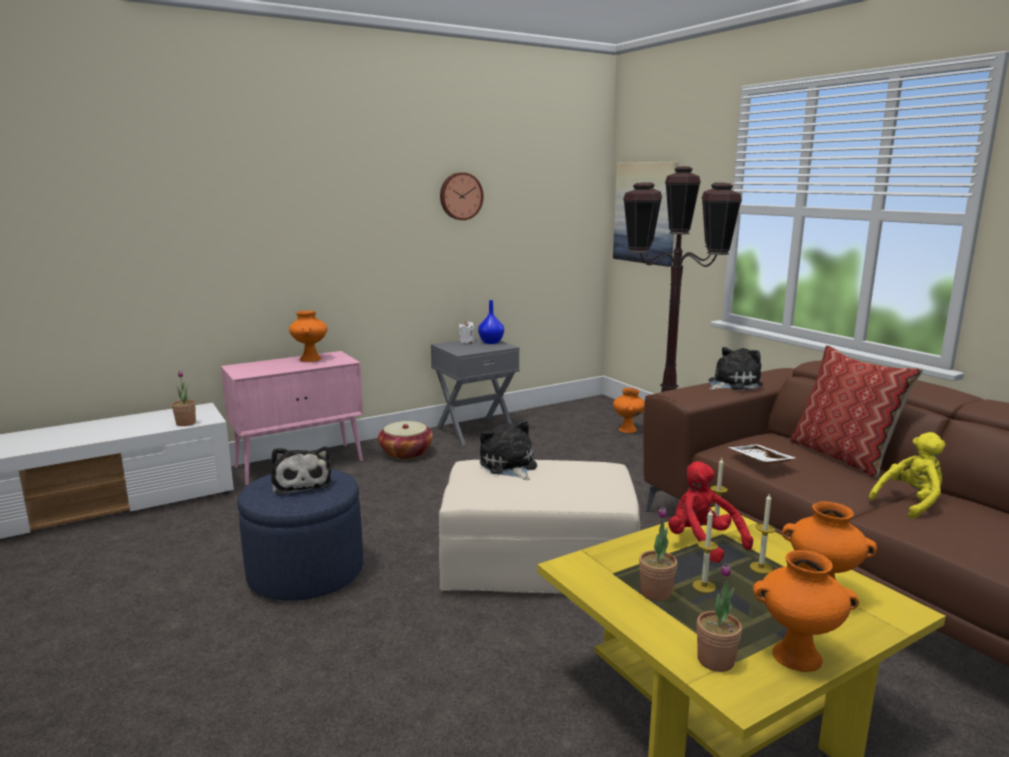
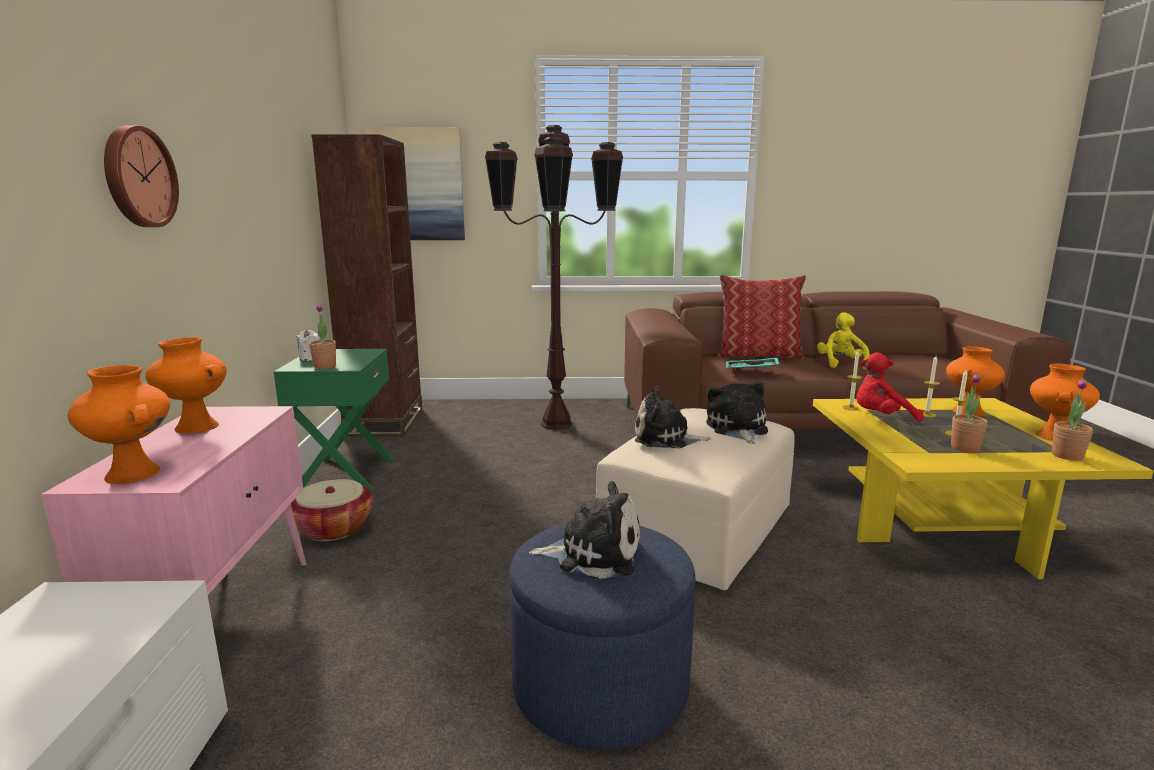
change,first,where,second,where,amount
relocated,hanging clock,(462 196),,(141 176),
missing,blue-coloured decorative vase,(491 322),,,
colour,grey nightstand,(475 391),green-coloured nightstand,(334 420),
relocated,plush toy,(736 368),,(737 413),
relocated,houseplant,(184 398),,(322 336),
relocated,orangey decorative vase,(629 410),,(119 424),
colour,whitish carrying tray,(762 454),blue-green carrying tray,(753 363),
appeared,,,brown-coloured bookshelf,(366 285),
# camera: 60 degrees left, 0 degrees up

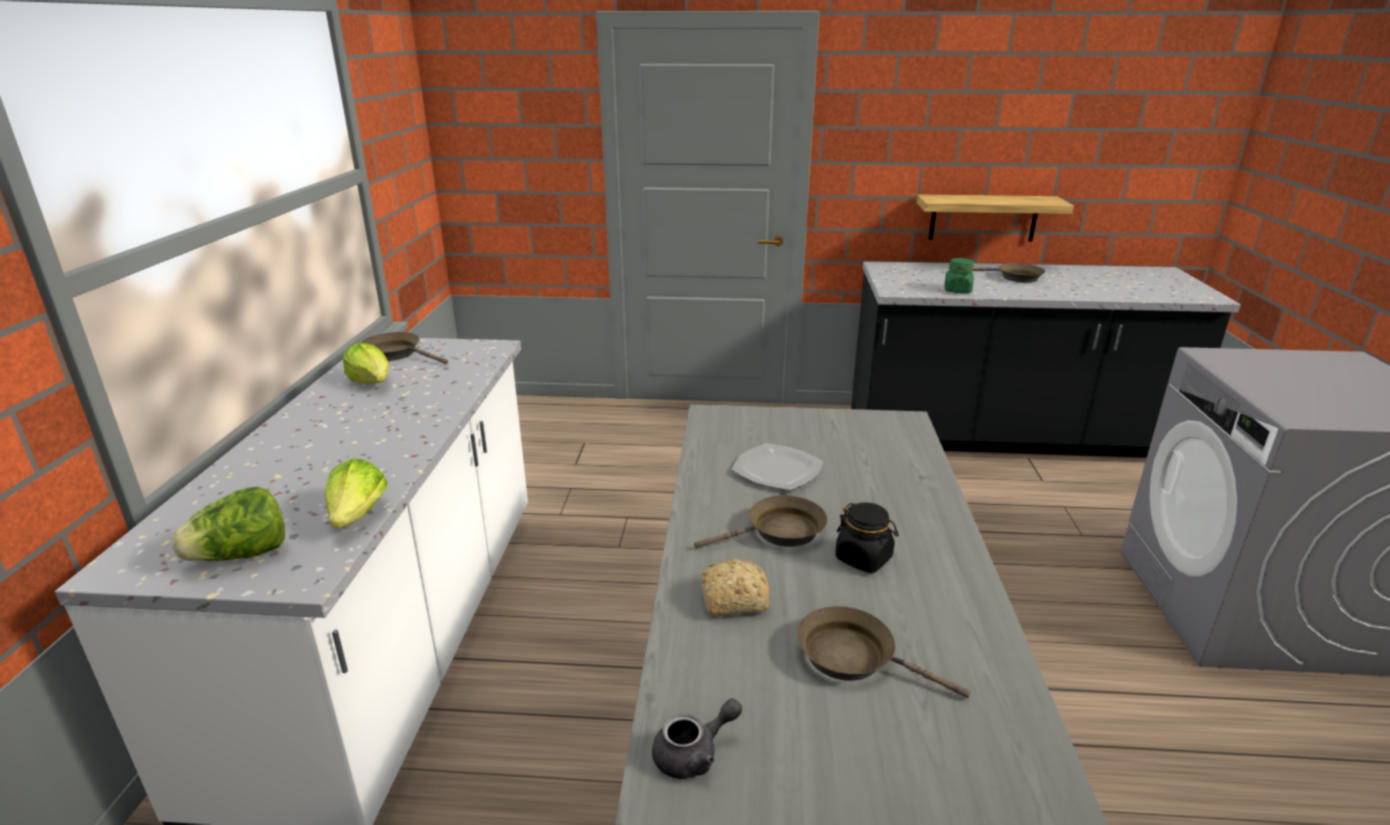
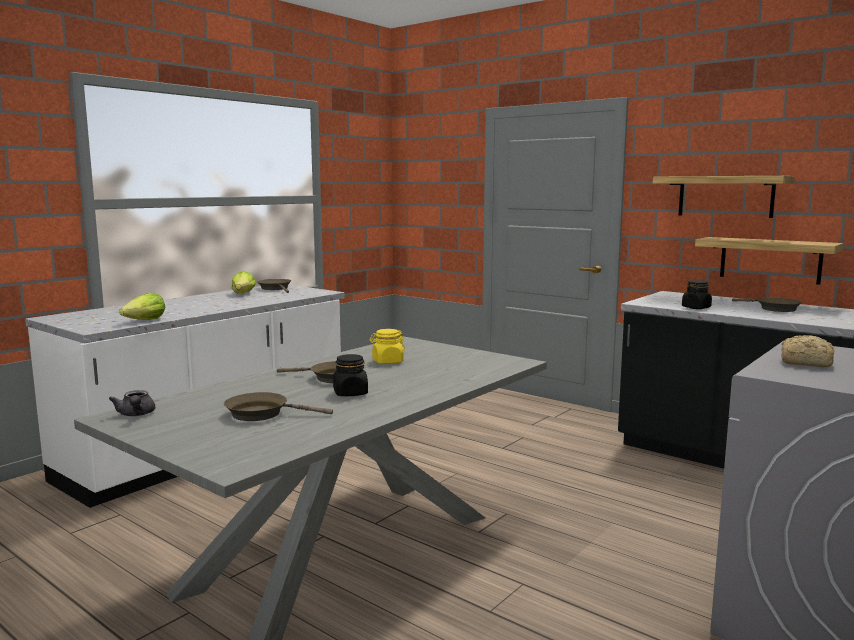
change,first,where,second,where,amount
colour,green-coloured jar,(959 275),black-coloured jar,(697 294),
exchanged,flat dish,(777 466),yellow-coloured jar,(387 346),
missing,head of lettuce,(228 524),,,
relocated,bakery bread,(735 587),,(808 351),
spun,brown-coloured pan,(884 652),,(278 406),60 degrees counterclockwise
spun,grey pot for tea,(697 738),,(132 403),60 degrees clockwise
appeared,,,bracket shelf,(723 197),
# camera: 35 degrees right, 15 degrees down

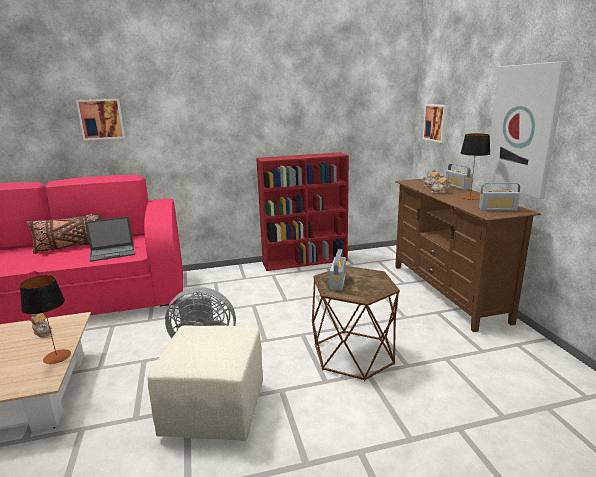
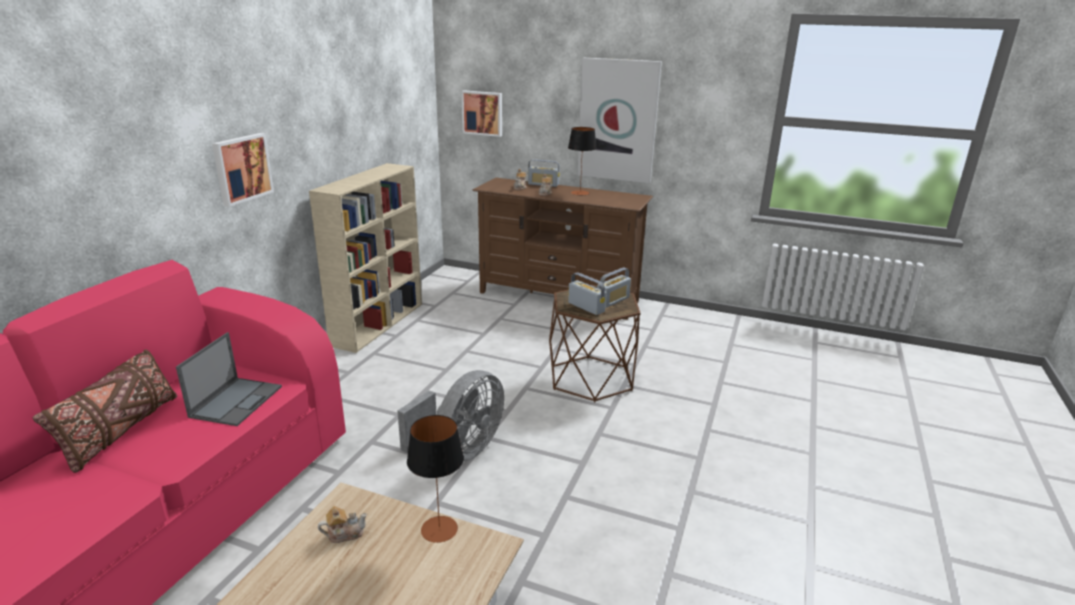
change,first,where,second,where,amount
relocated,wall picture,(100 119),,(243 170),
colour,red-coloured bookshelf,(302 211),beige bookshelf,(365 258),
relocated,radio set,(499 196),,(614 287),
missing,beige pouffe,(205 383),,,
# camera: 55 degrees left, 5 degrees up

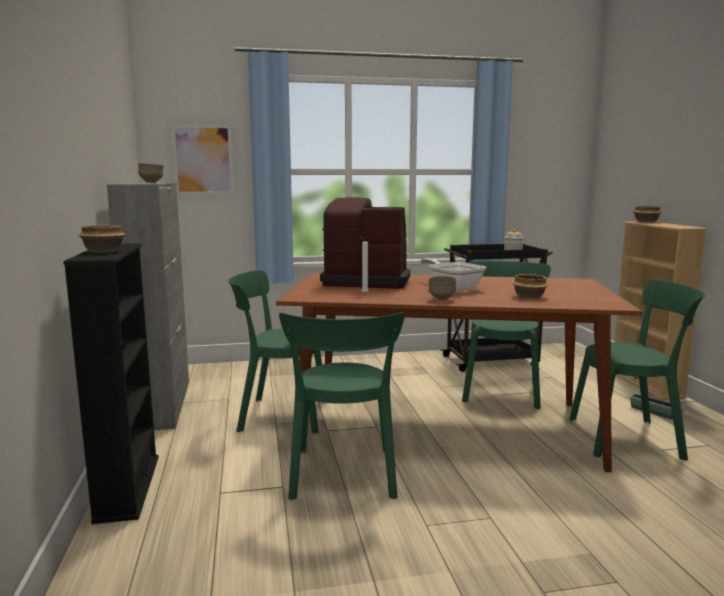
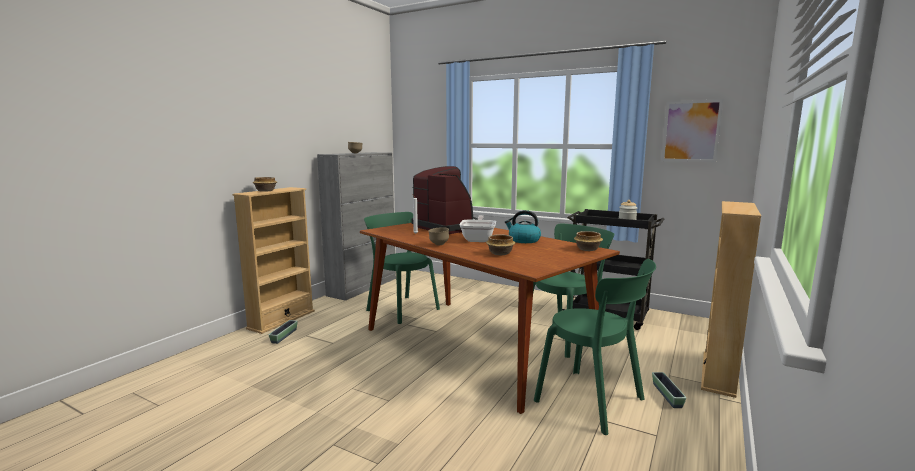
change,first,where,second,where,amount
relocated,wall picture,(202 159),,(692 130),
relocated,bowl,(647 214),,(588 241),
colour,black-coloured bookshelf,(111 383),beige bookshelf,(274 260),
missing,green-coloured upright chair,(342 406),,,
appeared,,,water kettle,(523 226),
appeared,,,planter,(283 332),
# camera: 40 degrees right, 0 degrees up

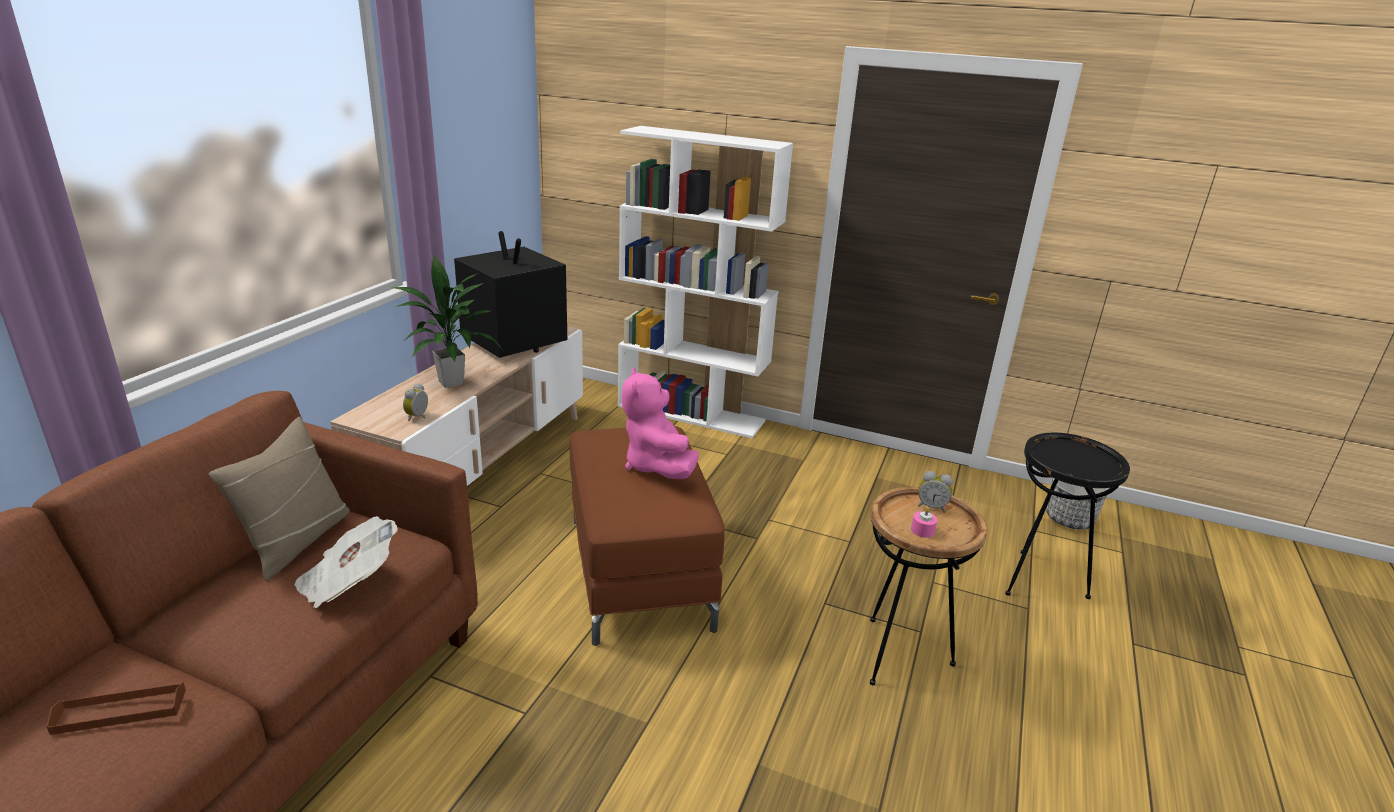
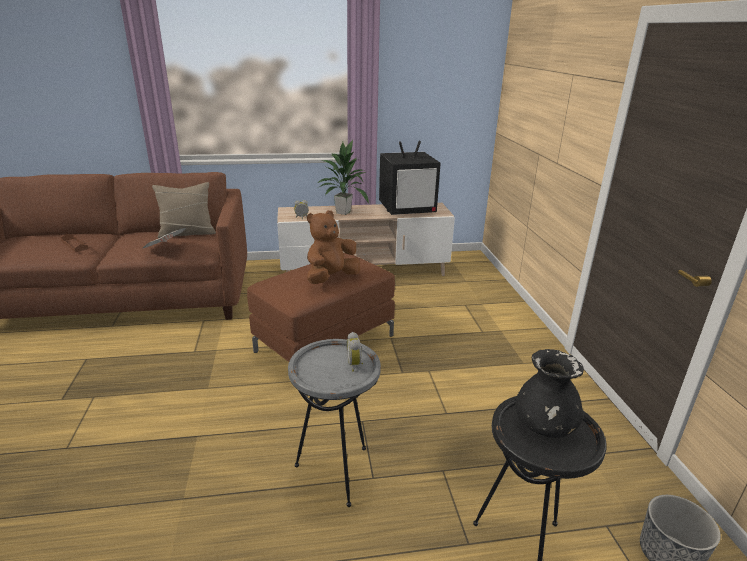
change,first,where,second,where,amount
missing,whitish bookshelf,(705 282),,,
spun,TV,(510 294),,(410 177),60 degrees clockwise
colour,pink-coloured plush toy,(660 423),brown-coloured plush toy,(333 247),
colour,brown-coloured end table,(929 586),grey end table,(334 423),
missing,pink-coloured candle,(924 522),,,
appeared,,,black-coloured decorative vase,(549 393),
# camera: 60 degrees right, 0 degrees up

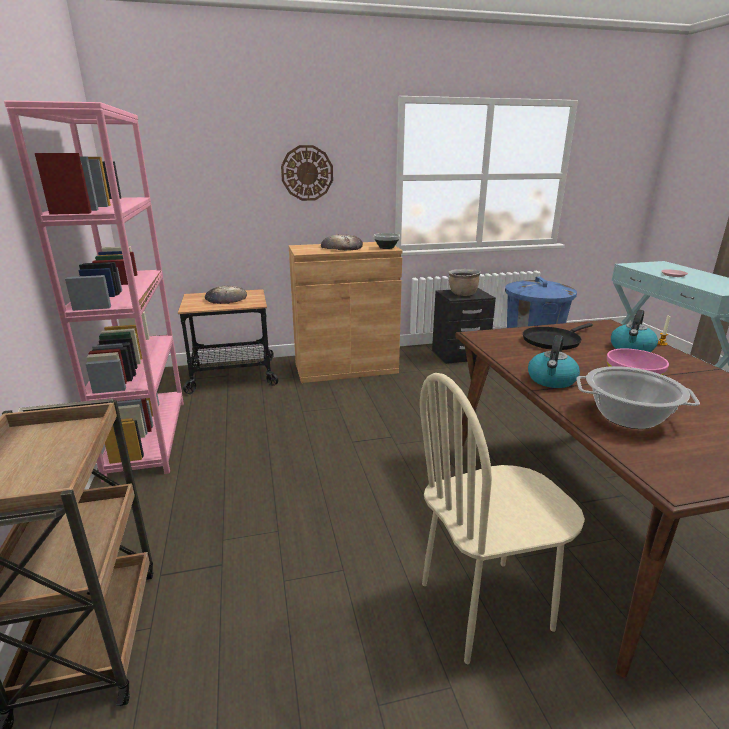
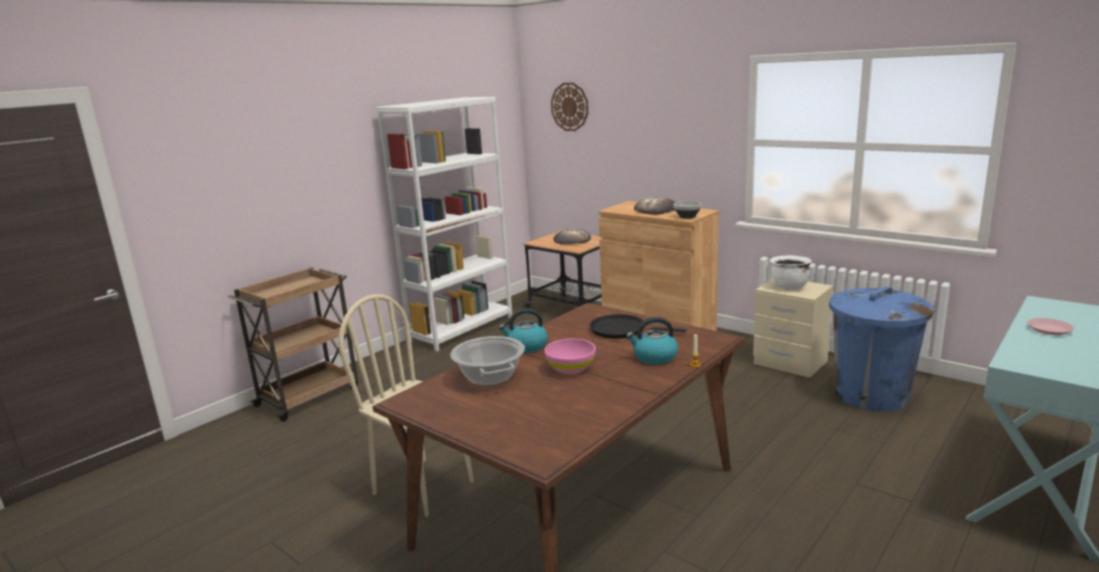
change,first,where,second,where,amount
colour,pink-coloured bookshelf,(94 291),whitish bookshelf,(444 224),
relocated,hanging clock,(307 173),,(569 107),
colour,brown-coloured saucepot,(464 282),whitish saucepot,(791 272),
colour,black-coloured nightstand,(464 326),beige nightstand,(793 328),
# camera: 55 degrees right, 5 degrees down

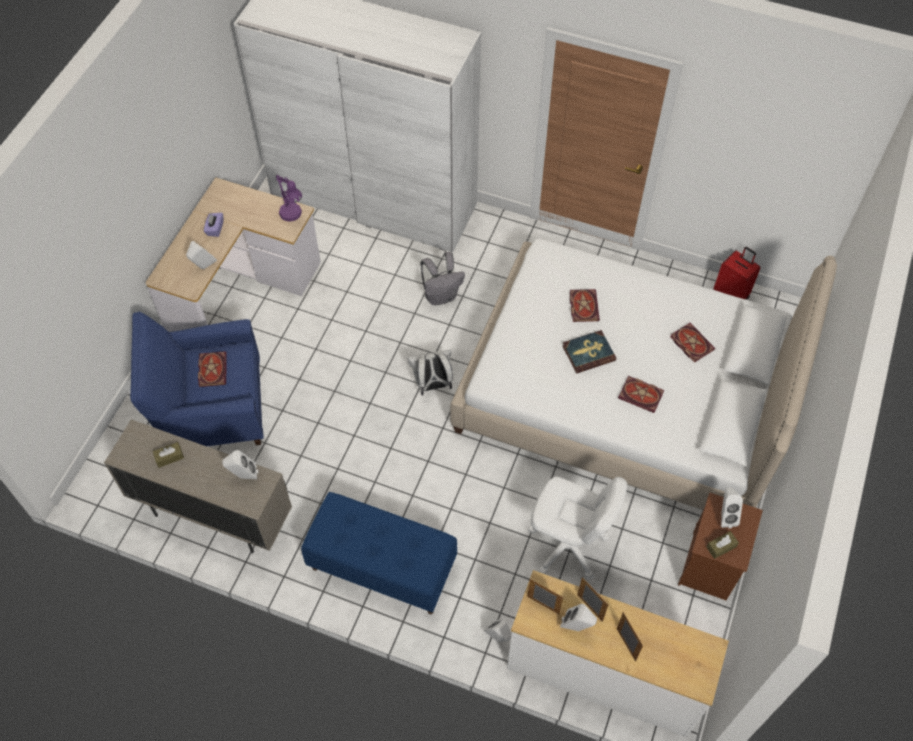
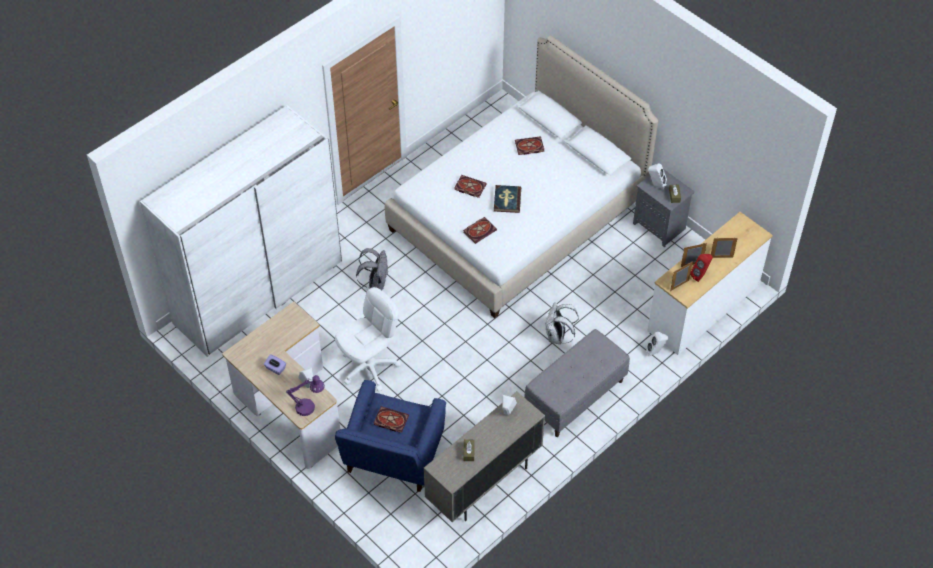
change,first,where,second,where,amount
relocated,purplish lamp for a table,(289 198),,(305 395),
missing,red-coloured travel case,(736 273),,,
relocated,whitish backpack,(430 372),,(562 323),
relocated,bound book,(641 394),,(480 230),
relocated,whitish computer chair,(577 528),,(368 339),
colour,blue-coloured bench,(379 553),grey bench,(577 383),
colour,brown-coloured nightstand,(720 546),grey nightstand,(664 208),
colour,whitish speaker,(578 617),red-coloured speaker,(701 268),
# camera: 65 degrees left, 5 degrees down

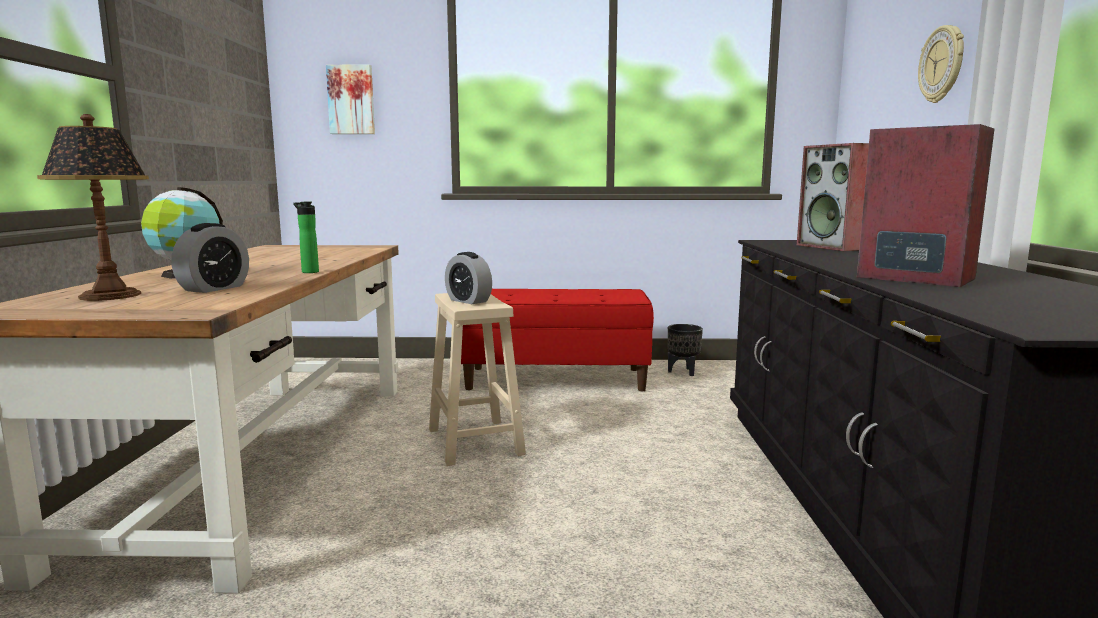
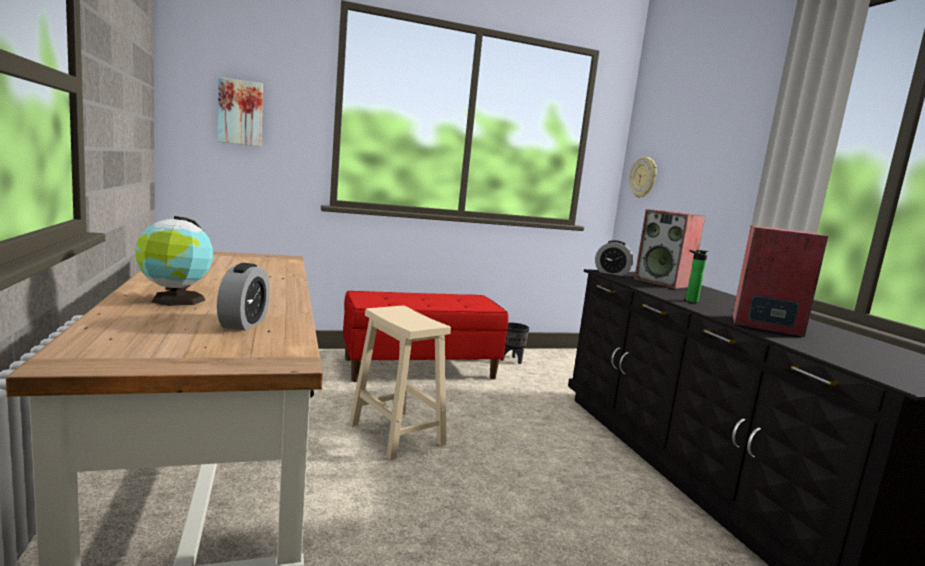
change,first,where,second,where,amount
relocated,hanging clock,(941 64),,(643 177),
missing,lamp for a table,(93 207),,,
relocated,beverage bottle,(306 237),,(697 276),
relocated,table clock,(468 278),,(614 258),
# camera: 20 degrees left, 0 degrees up

